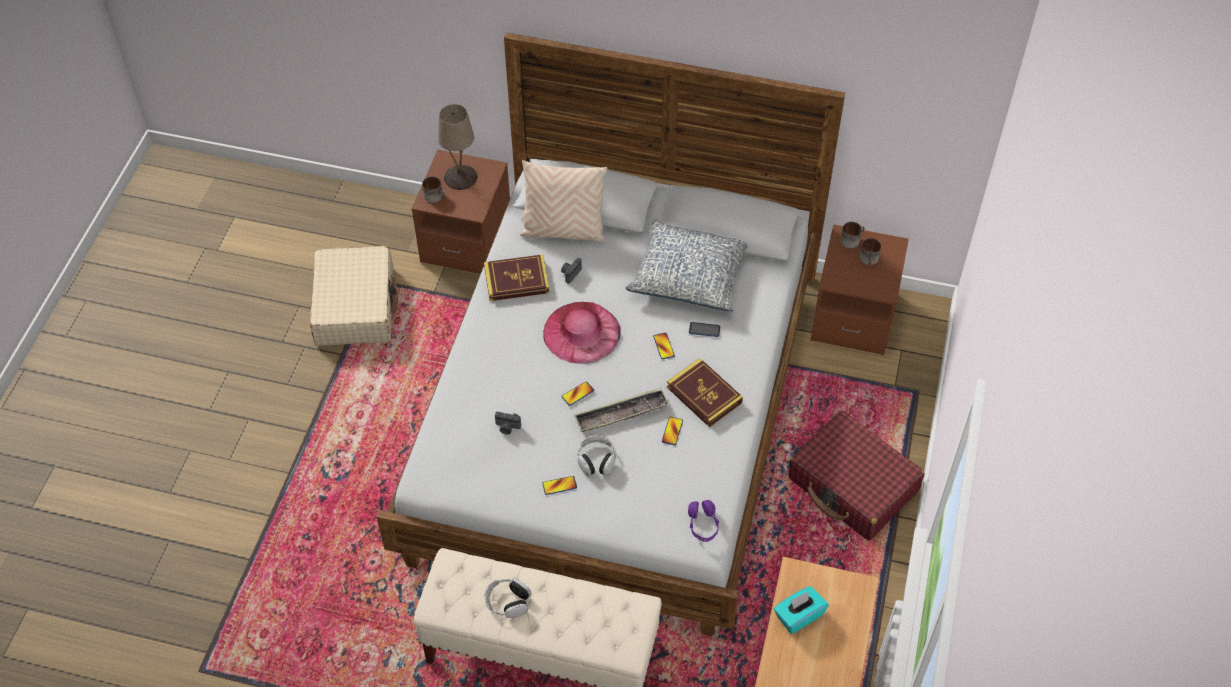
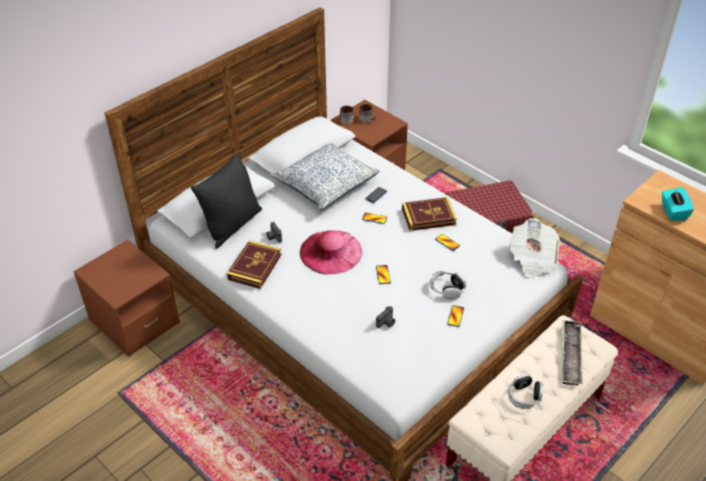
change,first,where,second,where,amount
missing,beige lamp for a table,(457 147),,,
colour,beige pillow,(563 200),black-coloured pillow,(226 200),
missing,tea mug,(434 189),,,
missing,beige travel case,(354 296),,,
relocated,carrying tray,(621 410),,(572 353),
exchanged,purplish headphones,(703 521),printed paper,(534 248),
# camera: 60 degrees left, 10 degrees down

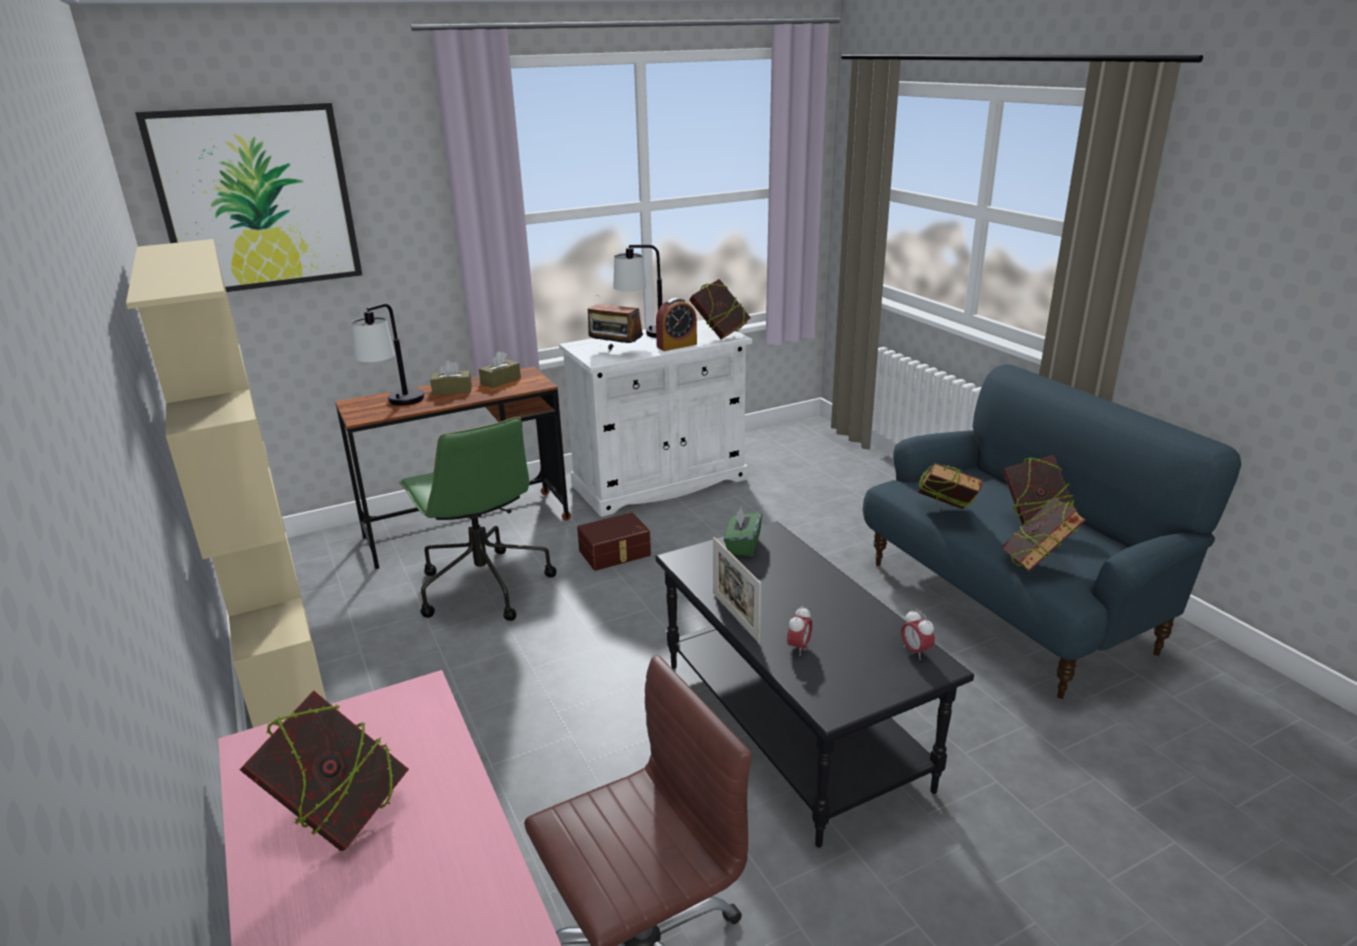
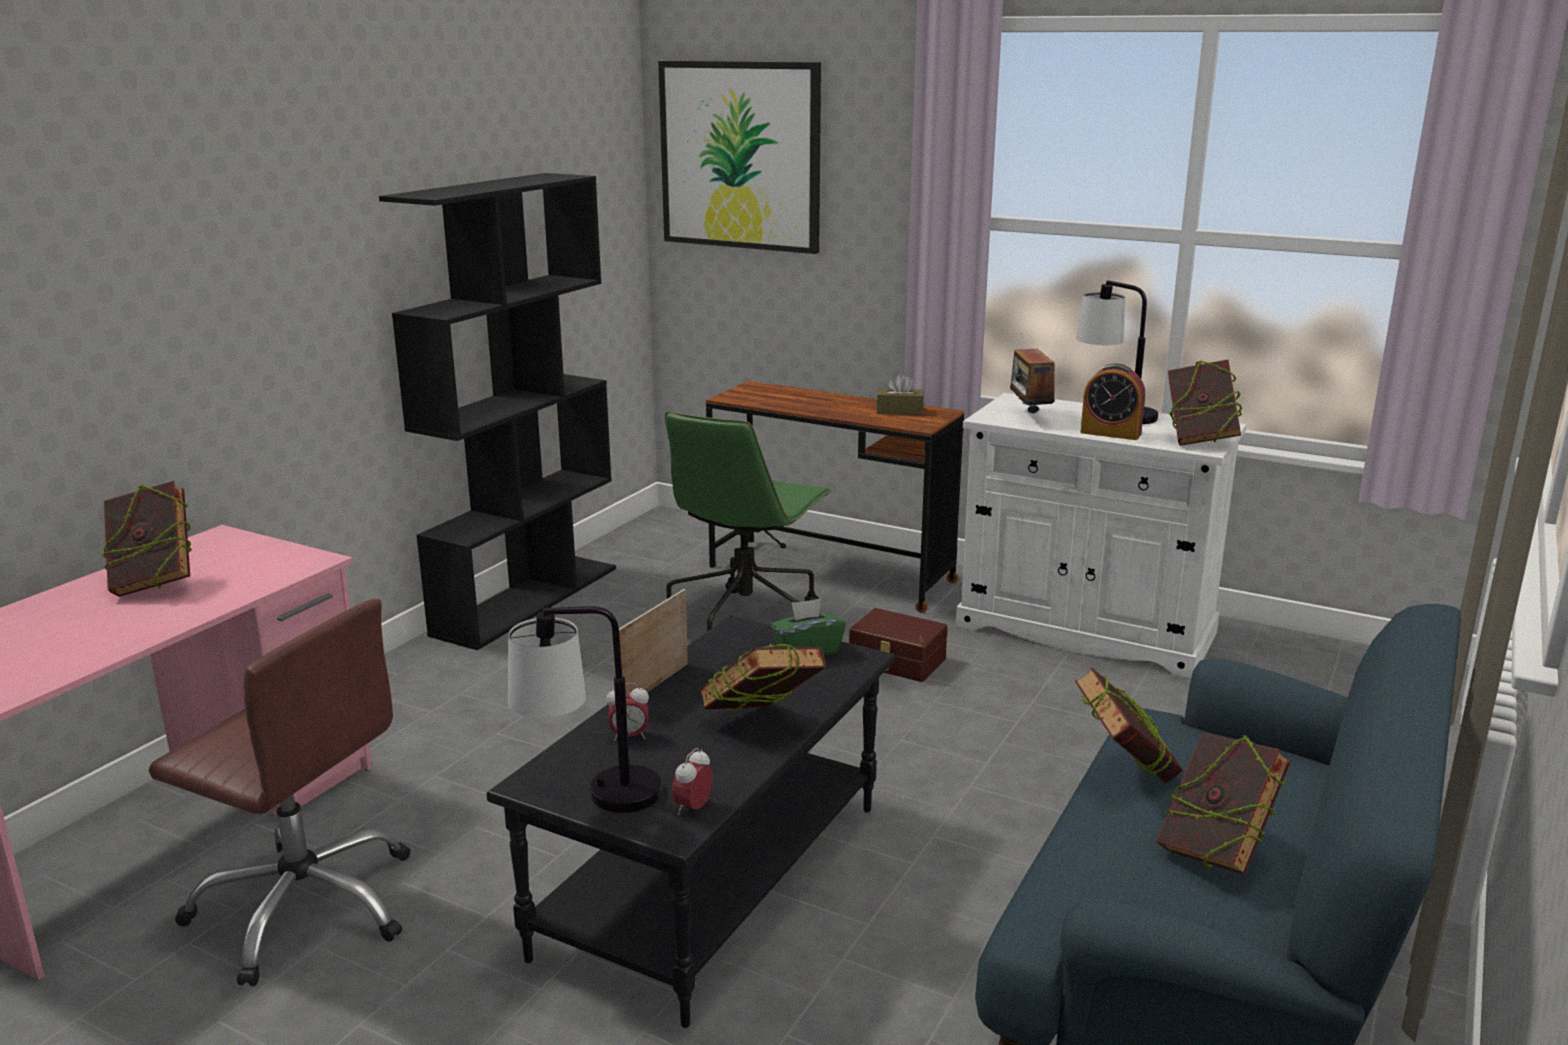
change,first,where,second,where,amount
colour,beige bookshelf,(226 483),black-coloured bookshelf,(497 411),
relocated,lamp for a table,(387 354),,(585 709),
missing,brown-coloured tissue holder,(451 377),,,
relocated,bound book,(1043 534),,(762 677),
# camera: 55 degrees right, 5 degrees down

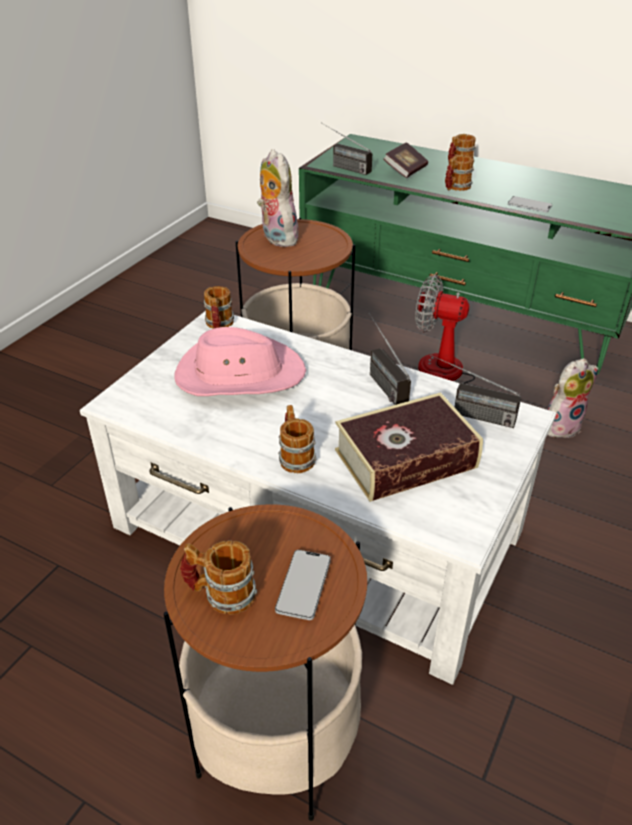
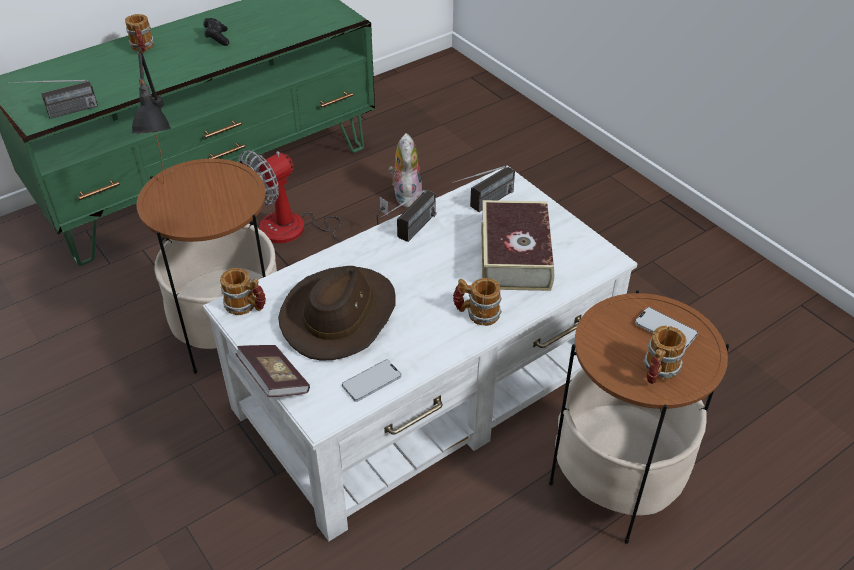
change,first,where,second,where,amount
relocated,bound book,(405 160),,(272 371),
exchanged,plush toy,(279 198),black-coloured lamp for a table,(151 115),
missing,tea mug,(459 173),,,
relocated,handset,(530 204),,(372 380),
spun,radio set,(390 359),,(408 216),60 degrees counterclockwise
colour,pink-coloured hat,(240 361),brown-coloured hat,(337 313),
appeared,,,black-coloured gamepad,(216 32),
# camera: 65 degrees left, 5 degrees up

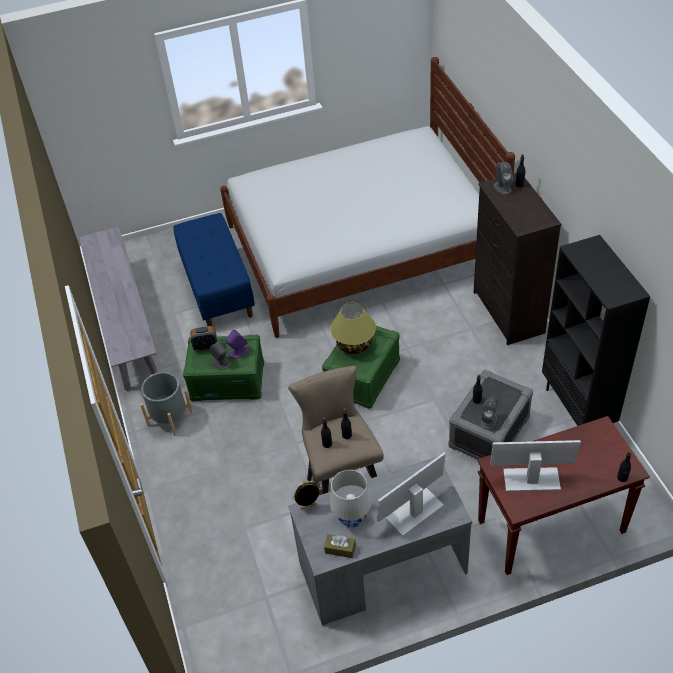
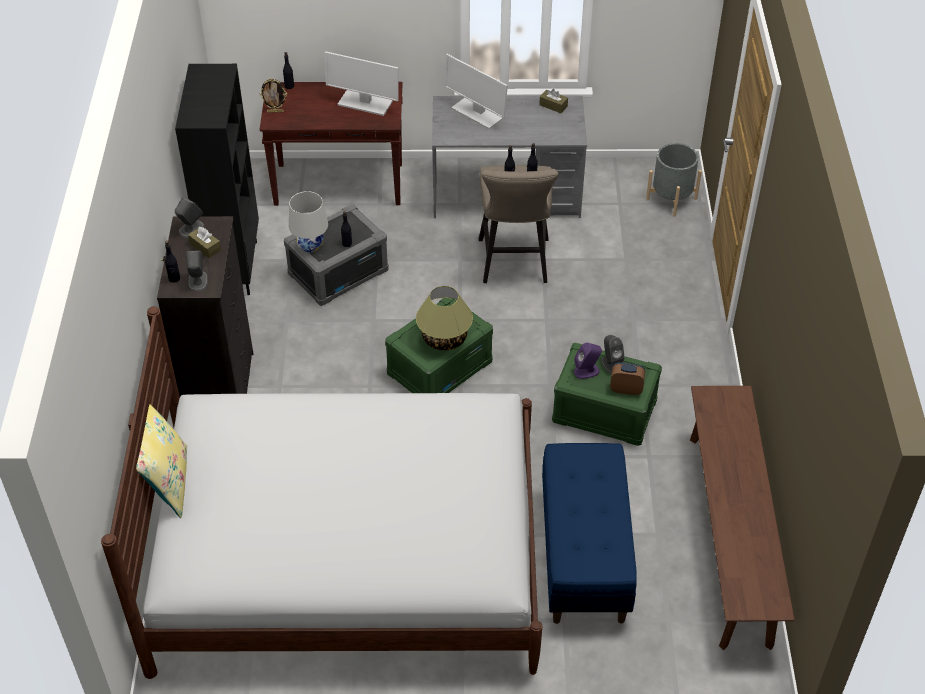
change,first,where,second,where,amount
colour,grey bench,(118 309),brown-coloured bench,(742 518),
relocated,grey planter,(166 404),,(674 179),
relocated,grey speaker,(489 413),,(189 217),
spun,computer display,(411 494),,(476 91),60 degrees clockwise
relocated,whitish lamp for a table,(351 498),,(308 221),
relocated,standing frame,(306 495),,(273 95),
appeared,,,brown-coloured tissue holder,(204 242),
appeared,,,yellow-coloured pillow,(161 461),
# camera: 165 degrees left, 0 degrees up

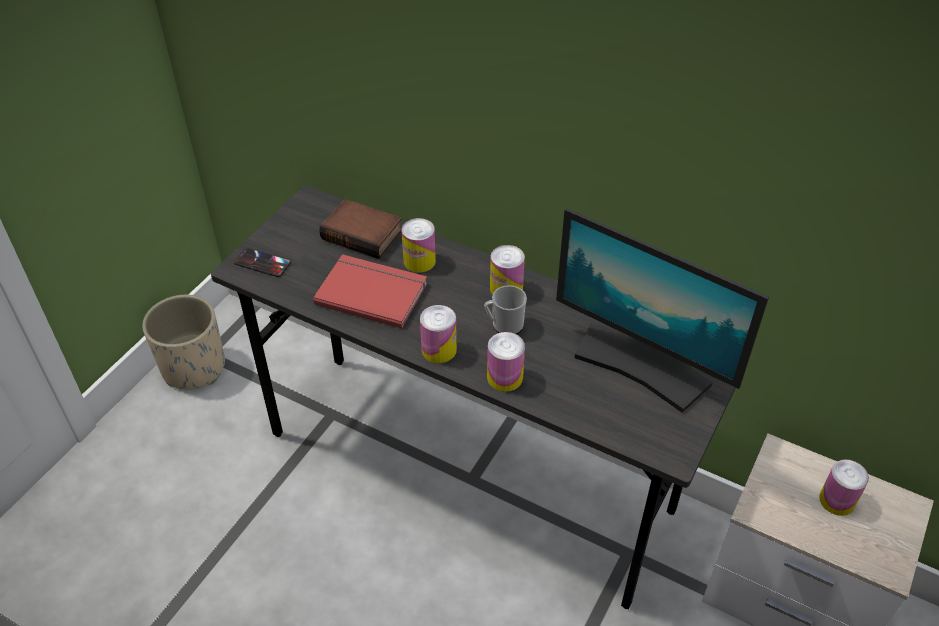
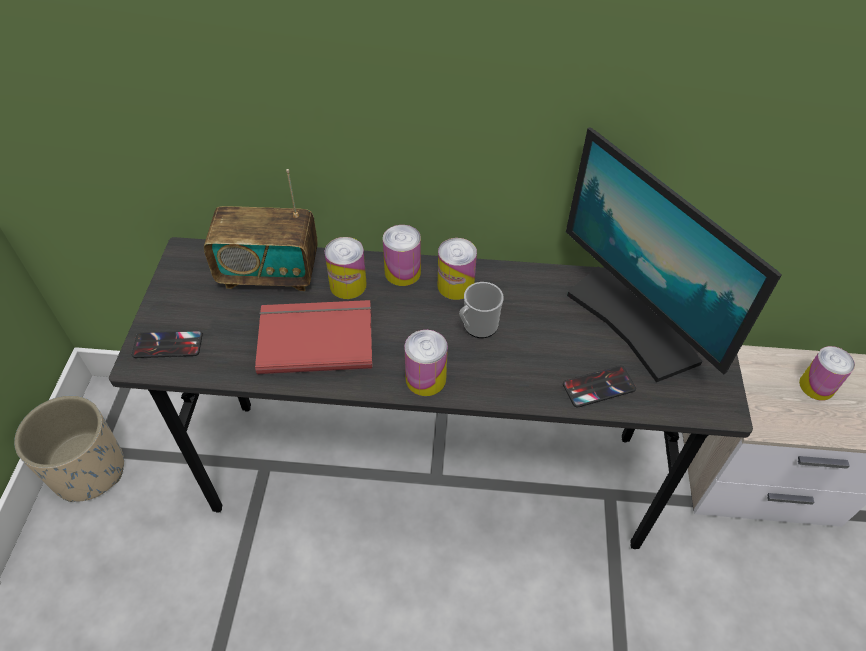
change,first,where,second,where,amount
exchanged,bound book,(360 229),radio set,(261 230),
spun,computer display,(662 310),,(674 254),45 degrees clockwise
relocated,metal can,(506 362),,(402 255),
appeared,,,handset,(599 387),
# camera: 25 degrees left, 5 degrees up

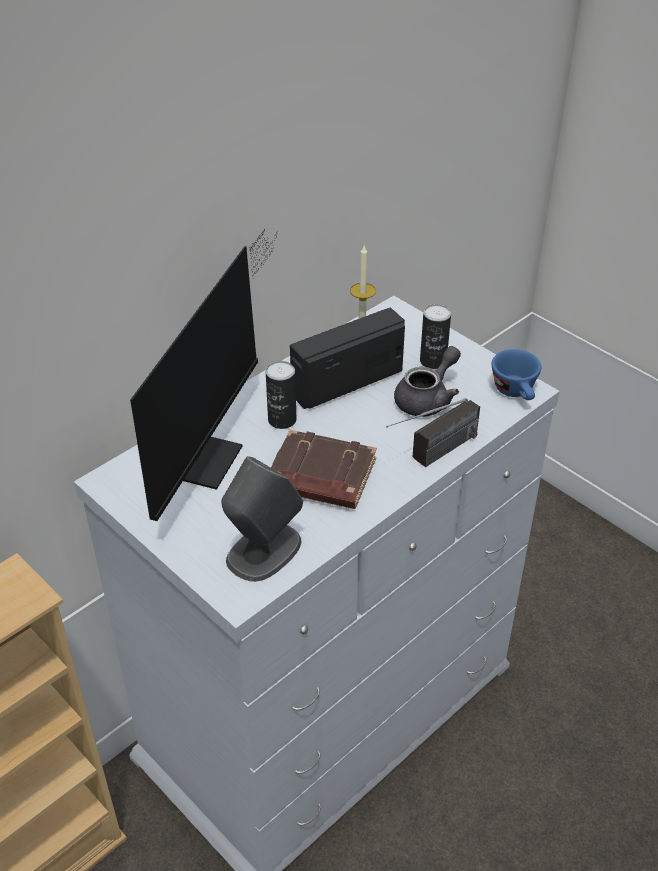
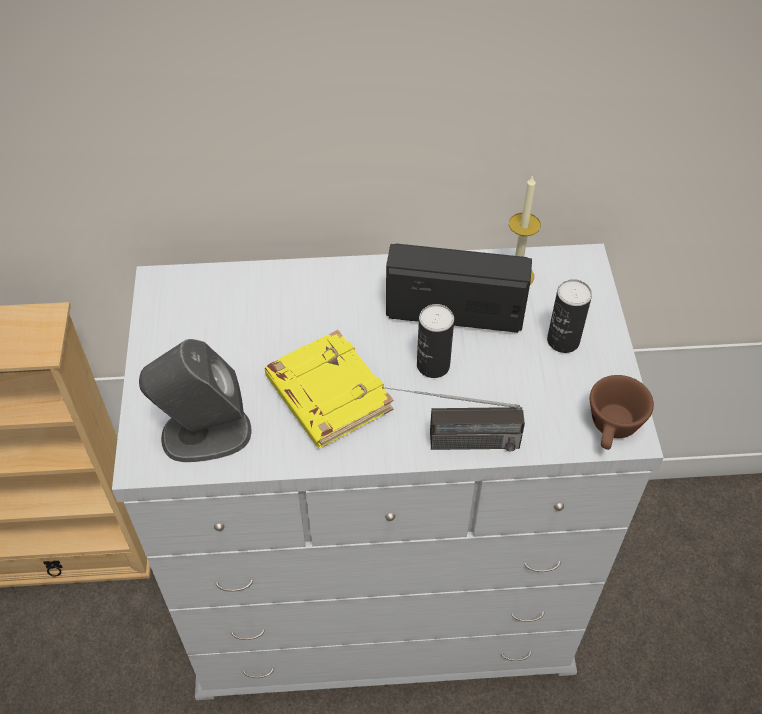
change,first,where,second,where,amount
missing,computer display,(204 375),,,
missing,grey pot for tea,(427 381),,,
colour,blue-coloured small cup,(516 374),brown-coloured small cup,(622 412),
relocated,metal can,(281 395),,(435 341),
colour,brown-coloured bound book,(324 469),yellow-coloured bound book,(329 389),
# camera: 40 degrees right, 10 degrees up

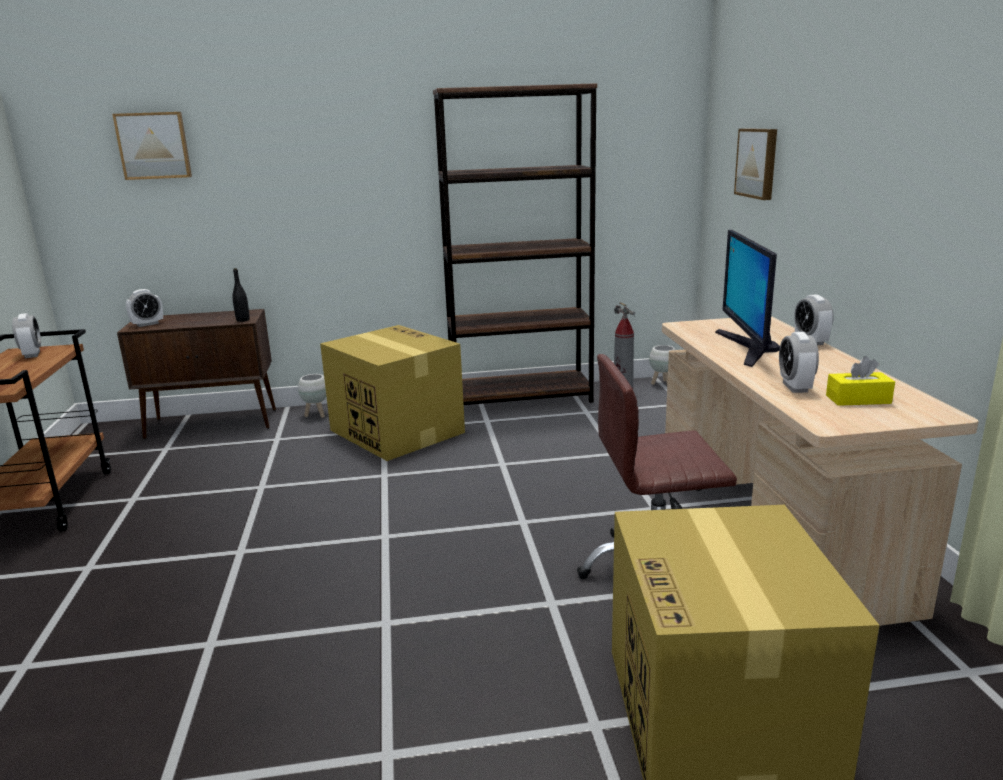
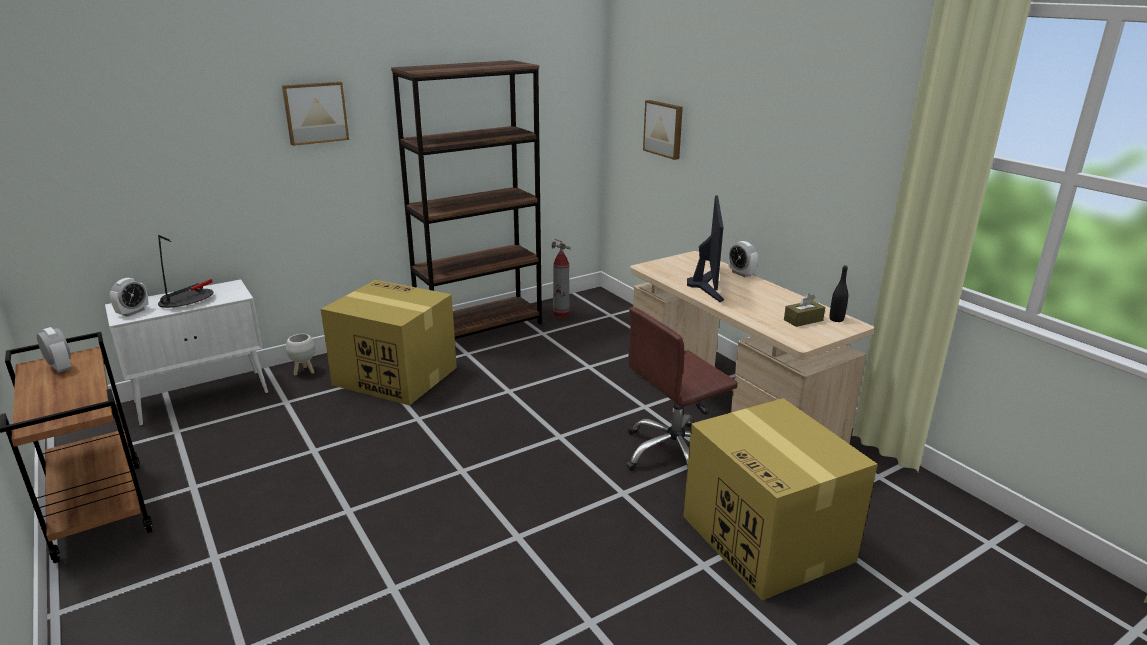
change,first,where,second,where,amount
relocated,wall picture,(152 146),,(315 114),
spun,computer display,(747 298),,(705 248),150 degrees counterclockwise
relocated,black-coloured beverage bottle,(241 295),,(838 293),
colour,brown-coloured cupboard,(196 374),whitish cupboard,(186 352),
missing,table clock,(799 362),,,
missing,whitish planter,(662 365),,,
colour,yellow-coloured tissue holder,(860 381),brown-coloured tissue holder,(804 310),
appeared,,,lamp for a table,(185 271),
# camera: 25 degrees left, 5 degrees up

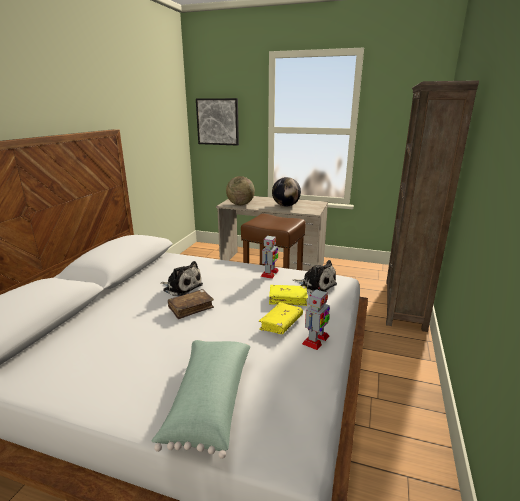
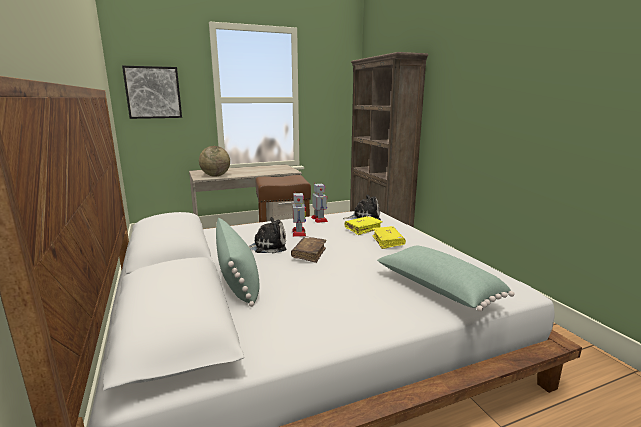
change,first,where,second,where,amount
missing,globe,(286 192),,,
relocated,model robot,(316 318),,(299 214),
appeared,,,green-coloured pillow,(238 262),
# camera: 40 degrees left, 5 degrees down

